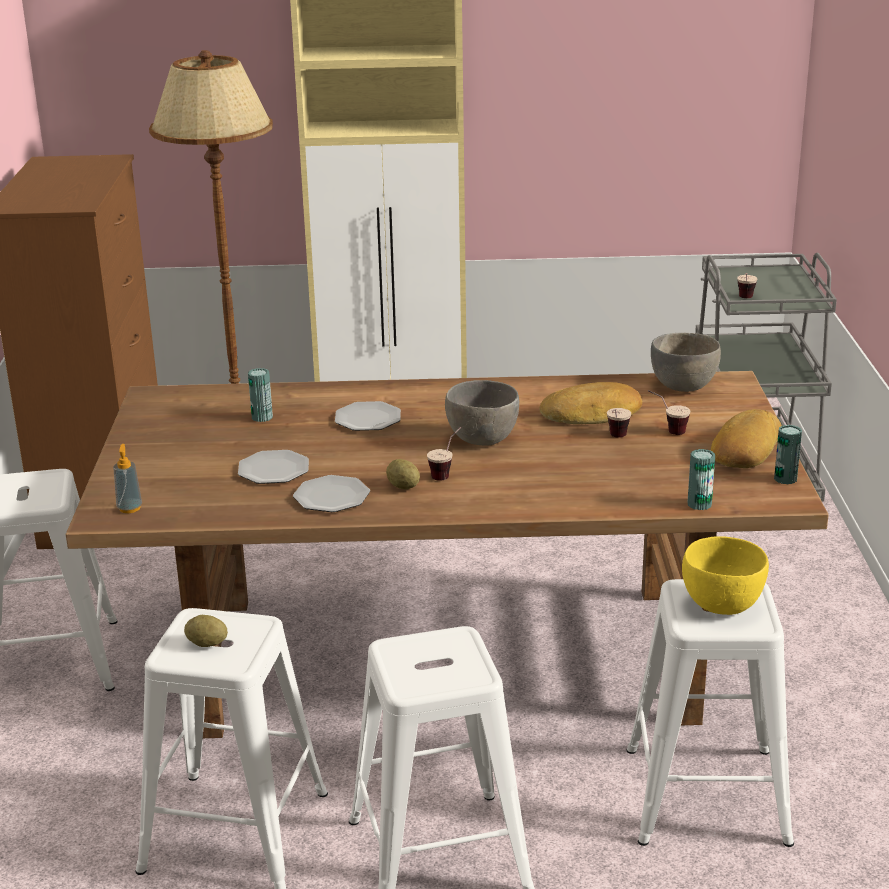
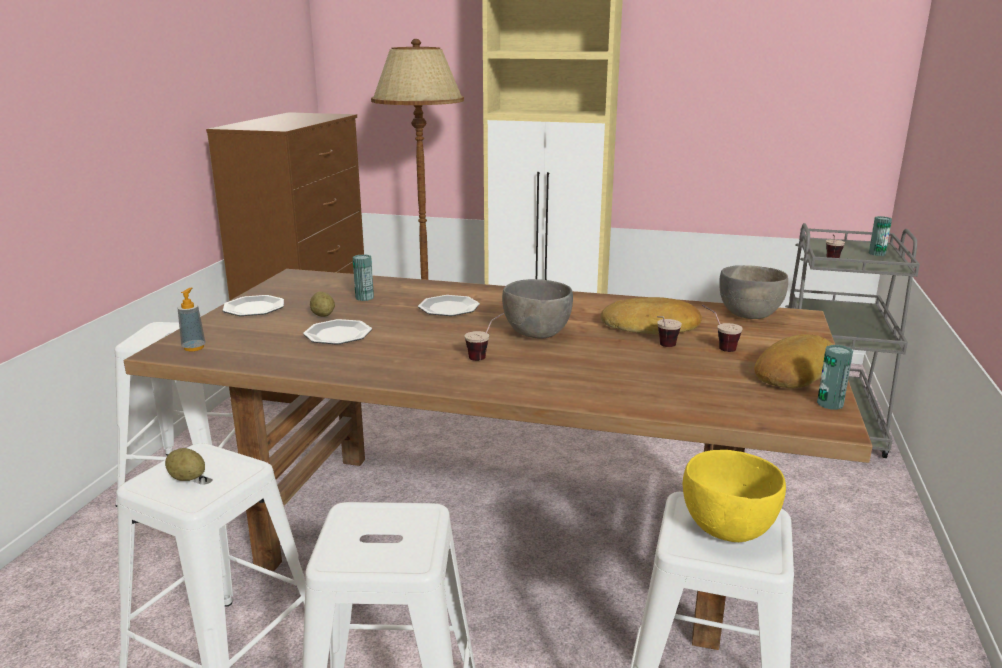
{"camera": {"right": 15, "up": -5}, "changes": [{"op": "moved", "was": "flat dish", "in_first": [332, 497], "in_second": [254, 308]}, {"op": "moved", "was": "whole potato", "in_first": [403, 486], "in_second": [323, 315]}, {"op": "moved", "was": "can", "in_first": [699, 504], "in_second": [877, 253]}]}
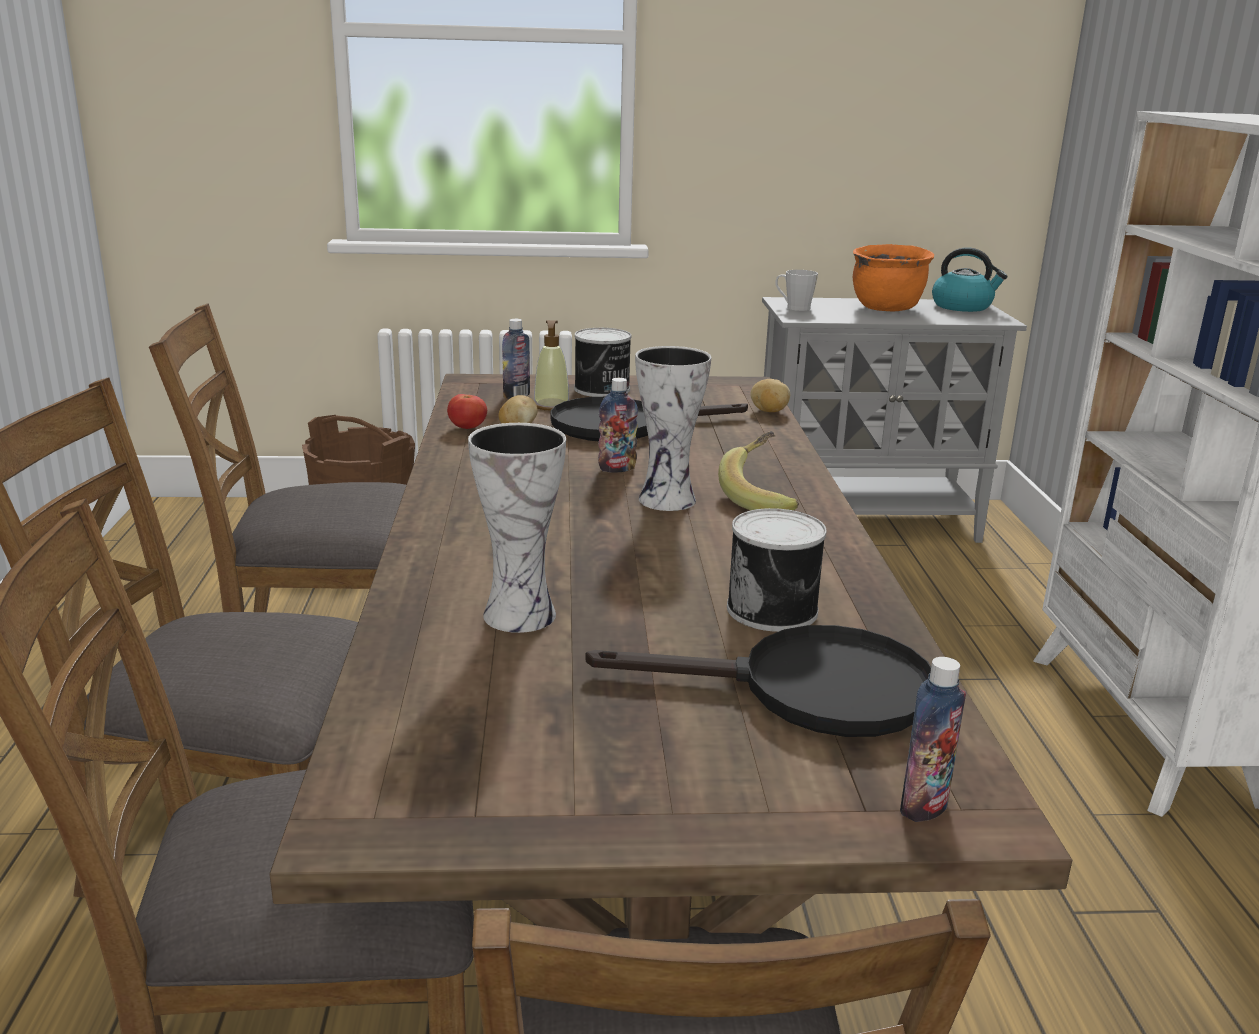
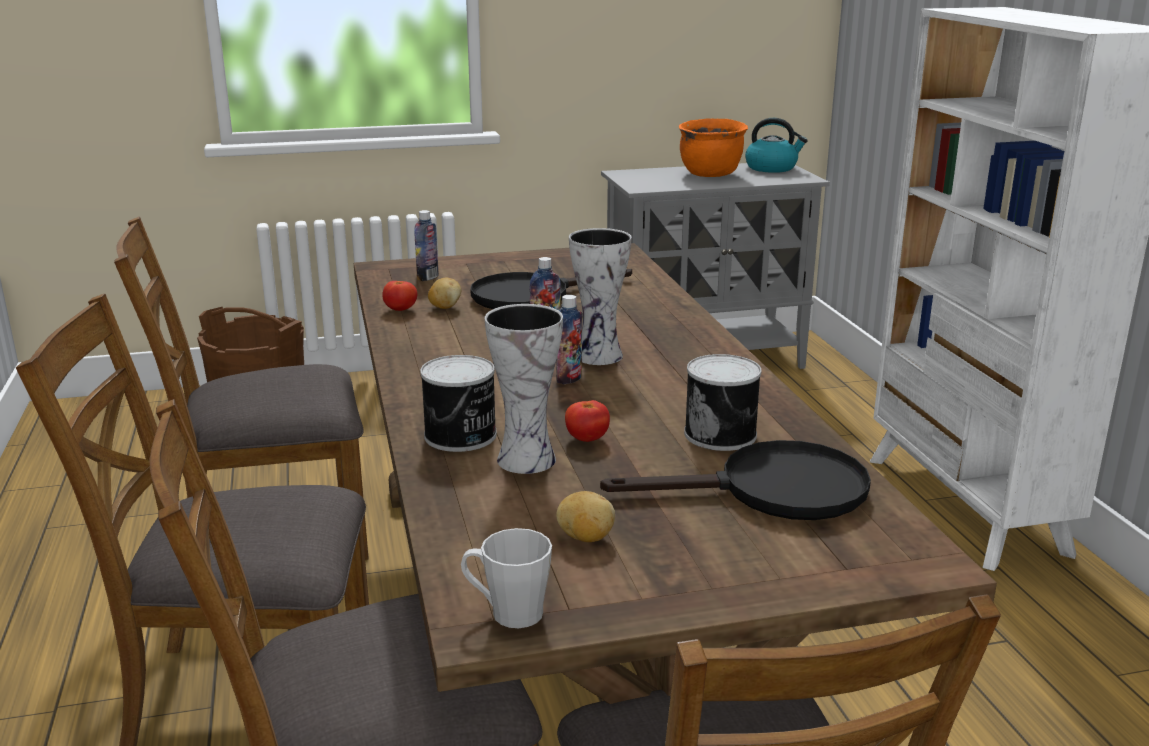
{"camera": {"right": -10, "up": 0}, "changes": [{"op": "removed", "was": "soap bottle", "in_first": [551, 406]}, {"op": "removed", "was": "banana fruit", "in_first": [764, 497]}, {"op": "added", "now": "whole tomato", "in_second": [587, 439]}, {"op": "moved", "was": "can", "in_first": [602, 389], "in_second": [461, 436]}, {"op": "moved", "was": "whole potato", "in_first": [768, 411], "in_second": [585, 538]}, {"op": "moved", "was": "grey coffee mug", "in_first": [794, 307], "in_second": [507, 612]}, {"op": "moved", "was": "bottle", "in_first": [924, 806], "in_second": [569, 378]}]}
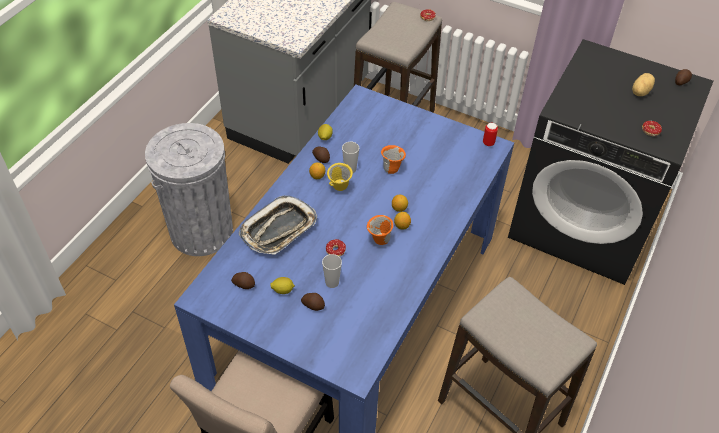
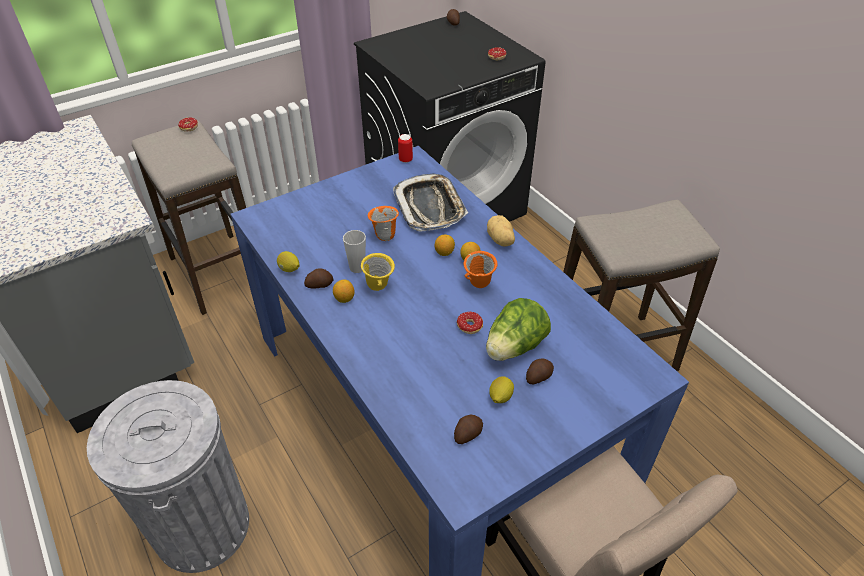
{"camera": {"right": -60, "up": -5}, "changes": [{"op": "moved", "was": "serving tray", "in_first": [279, 229], "in_second": [430, 207]}, {"op": "moved", "was": "whole potato", "in_first": [639, 91], "in_second": [500, 240]}, {"op": "replaced", "was": "cup", "now": "head of lettuce", "in_first": [332, 282], "in_second": [514, 347]}]}
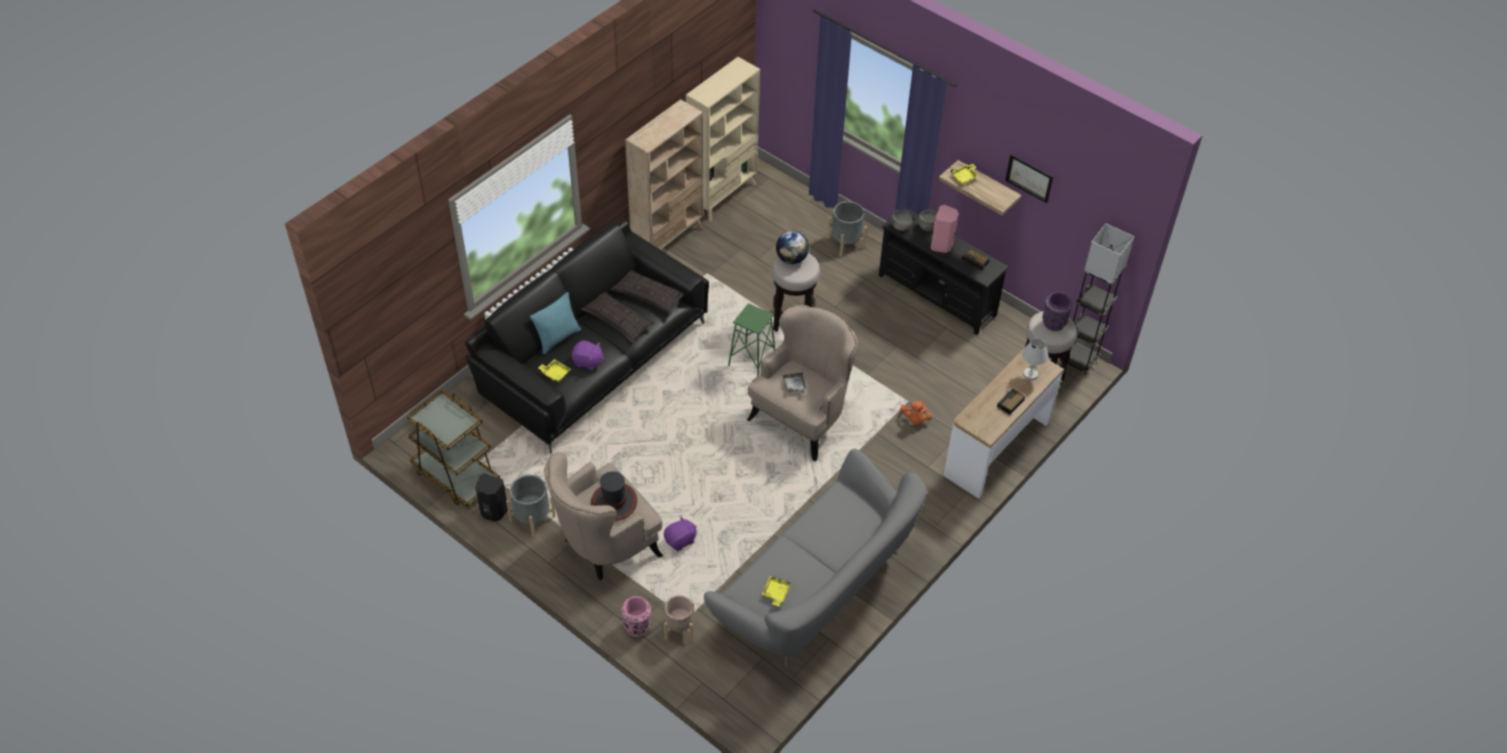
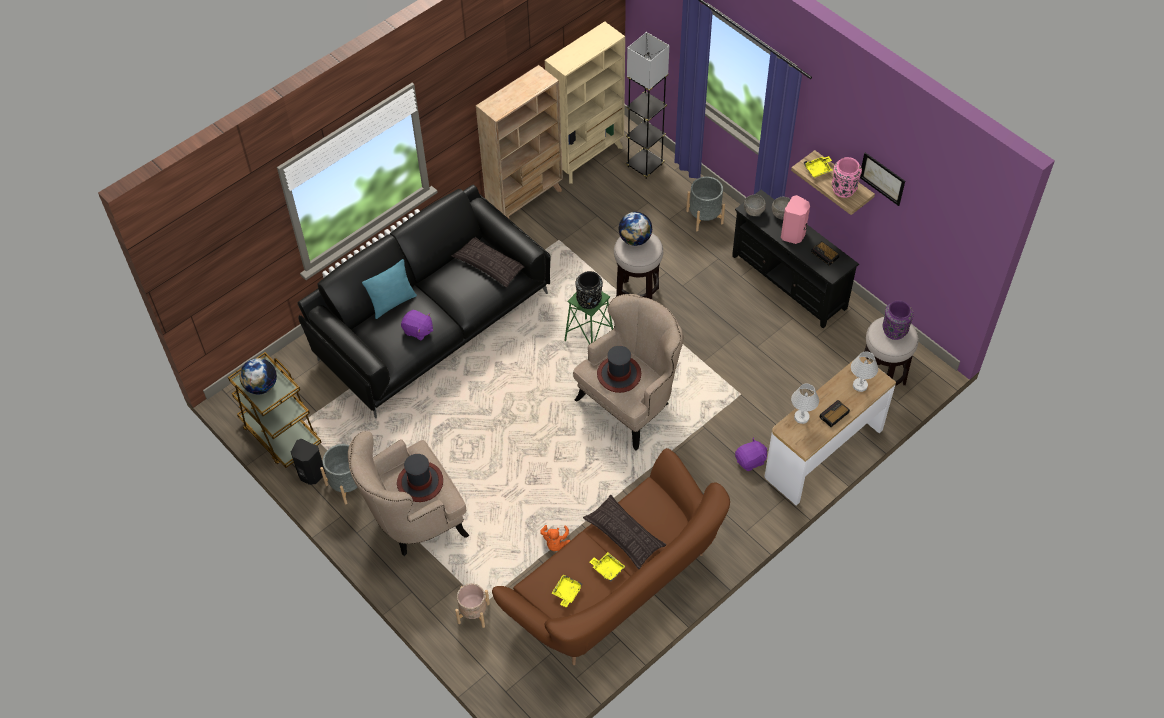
{"camera": {"right": 10, "up": 5}, "changes": [{"op": "added", "now": "globe", "in_second": [261, 386]}, {"op": "added", "now": "blackish flower vase", "in_second": [589, 300]}, {"op": "added", "now": "white-coloured lamp for a table", "in_second": [802, 417]}, {"op": "moved", "was": "yellow-coloured serving tray", "in_first": [555, 373], "in_second": [607, 568]}, {"op": "moved", "was": "pillow", "in_first": [617, 320], "in_second": [624, 534]}, {"op": "moved", "was": "pink-coloured flower vase", "in_first": [637, 626], "in_second": [843, 189]}, {"op": "moved", "was": "purplish cuddly toy", "in_first": [680, 540], "in_second": [750, 461]}, {"op": "moved", "was": "orangey cuddly toy", "in_first": [914, 419], "in_second": [556, 543]}, {"op": "moved", "was": "grey floor lamp", "in_first": [1079, 361], "in_second": [644, 165]}, {"op": "replaced", "was": "grey serving tray", "now": "hat", "in_first": [794, 386], "in_second": [619, 374]}, {"op": "recoloured", "was": "grey sofa", "now": "brown sofa", "in_first": [818, 590], "in_second": [617, 587]}]}
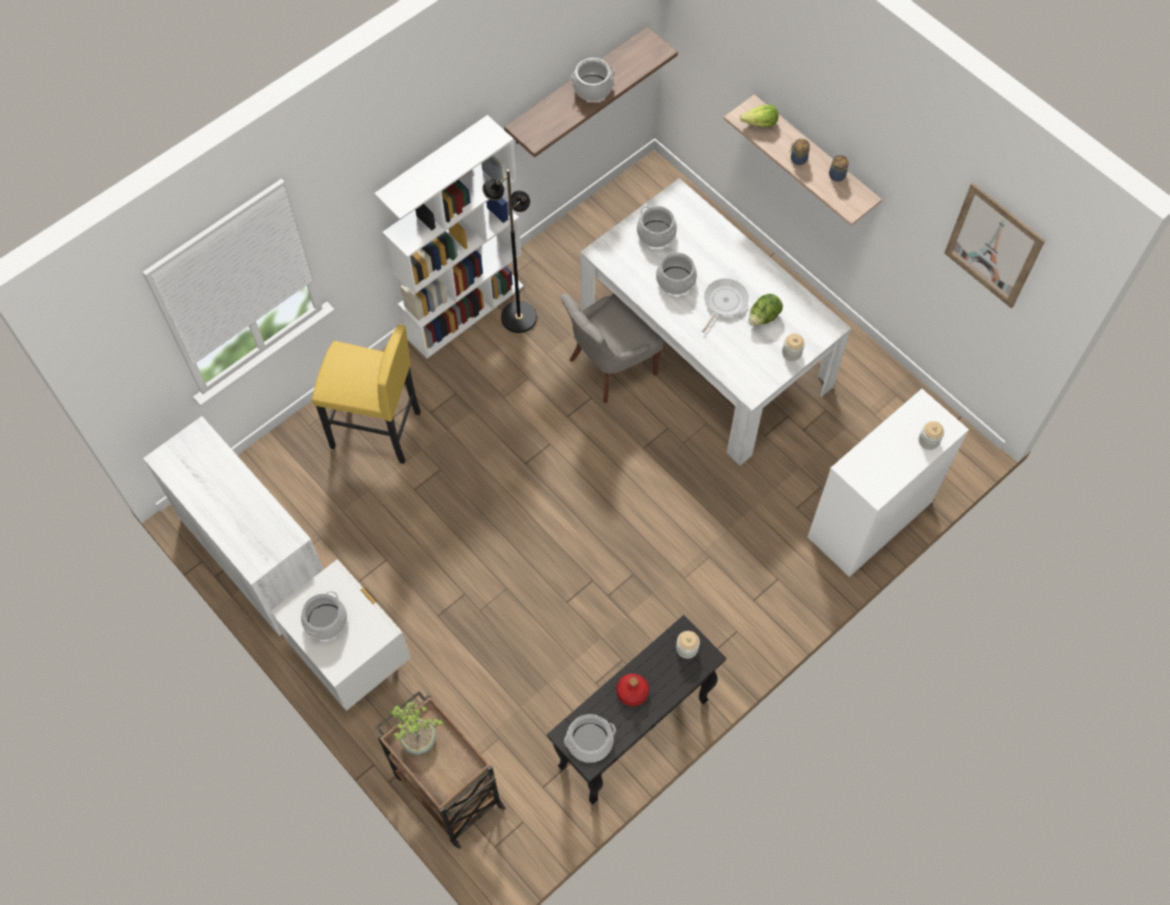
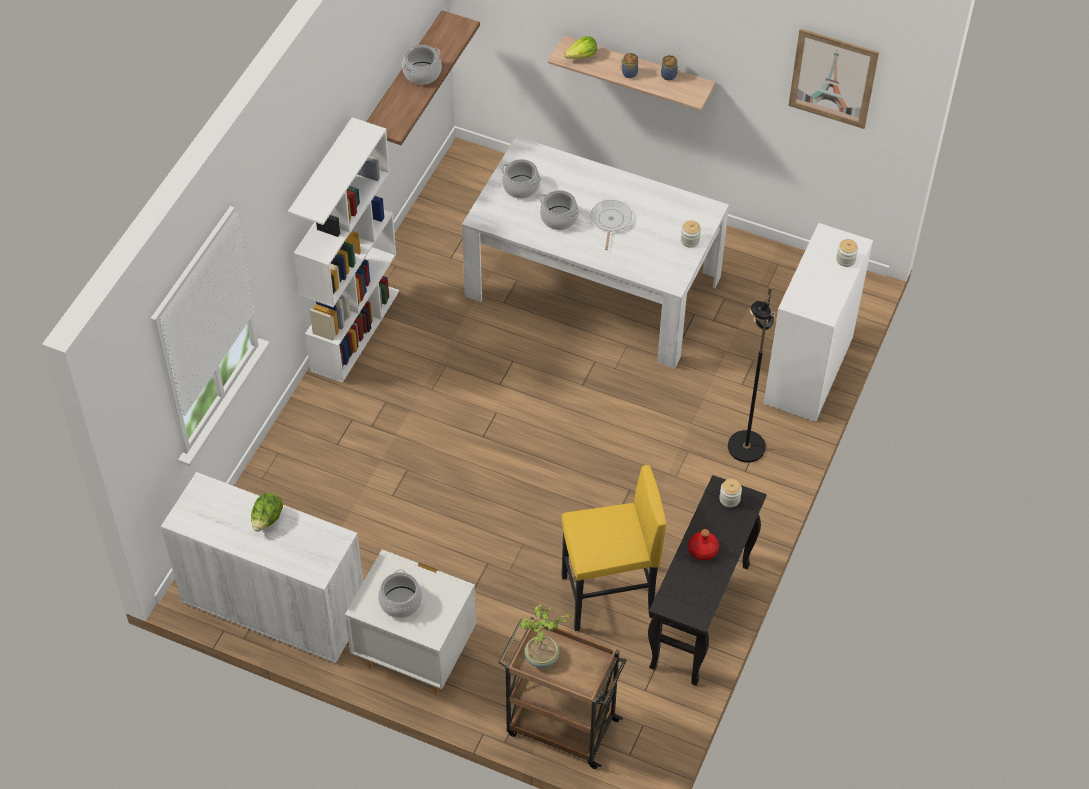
{"camera": {"right": -25, "up": -10}, "changes": [{"op": "removed", "was": "grey plain chair", "in_first": [610, 366]}, {"op": "removed", "was": "cooking pot", "in_first": [589, 742]}, {"op": "moved", "was": "yellow-coloured sitting stool", "in_first": [376, 430], "in_second": [608, 597]}, {"op": "moved", "was": "blackish floor lamp", "in_first": [518, 317], "in_second": [745, 447]}, {"op": "moved", "was": "head of lettuce", "in_first": [763, 317], "in_second": [267, 520]}]}
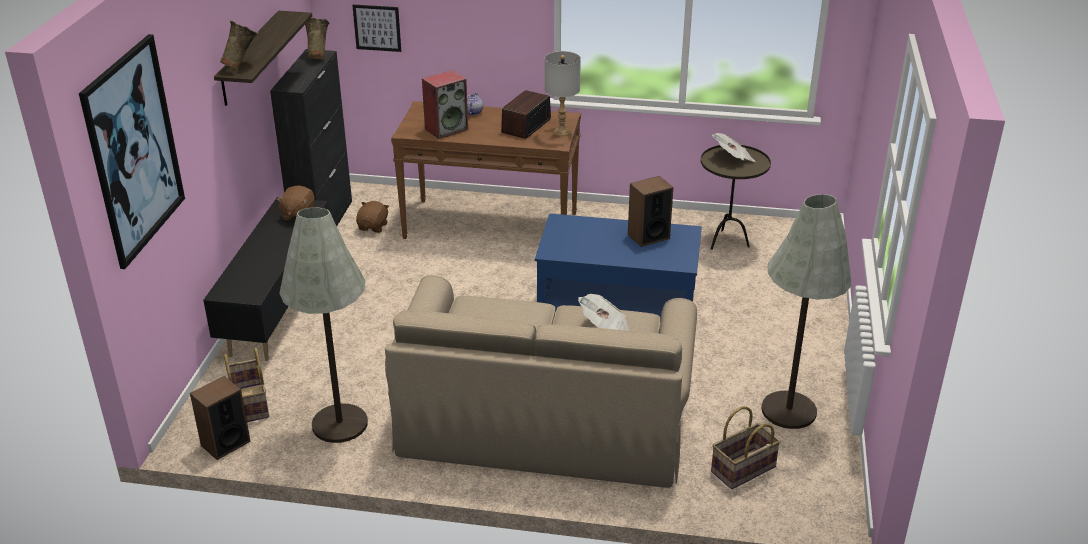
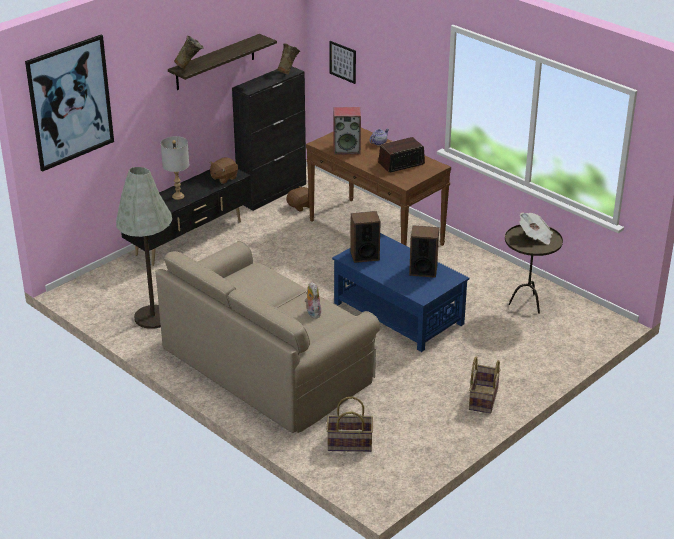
{"camera": {"right": 35, "up": 0}, "changes": [{"op": "removed", "was": "grey floor lamp", "in_first": [788, 410]}, {"op": "moved", "was": "audio speaker", "in_first": [225, 443], "in_second": [364, 256]}, {"op": "moved", "was": "household basket", "in_first": [249, 404], "in_second": [482, 398]}, {"op": "moved", "was": "grey lamp for a table", "in_first": [561, 132], "in_second": [178, 196]}, {"op": "replaced", "was": "newspaper", "now": "cuddly toy", "in_first": [605, 327], "in_second": [312, 313]}]}
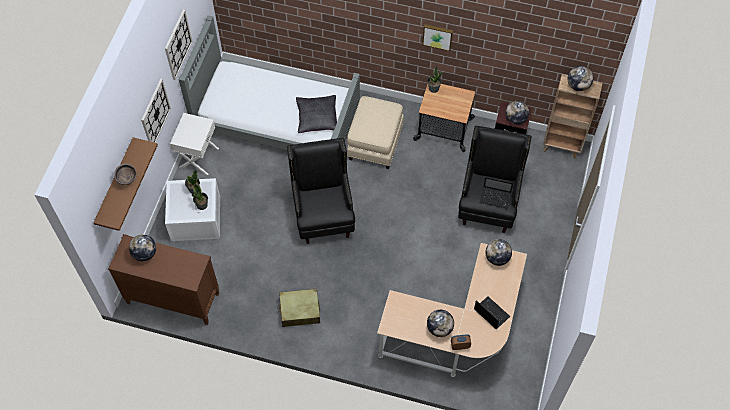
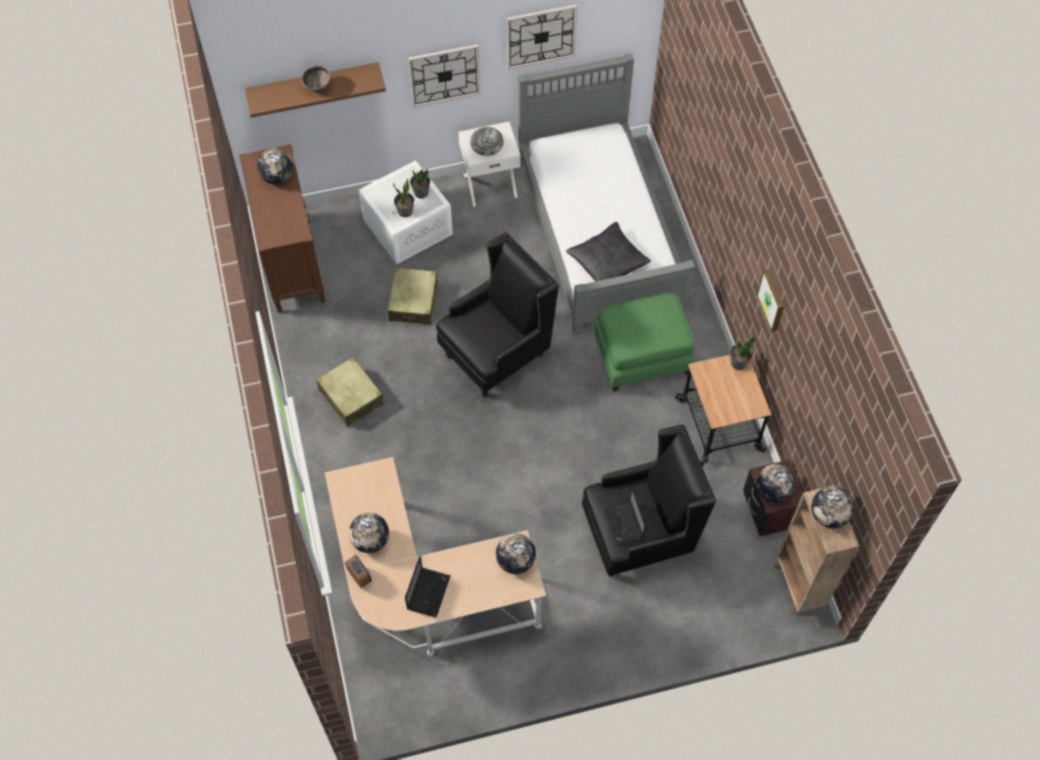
{"camera": {"right": 60, "up": 0}, "changes": [{"op": "added", "now": "beige travel case", "in_second": [413, 301]}, {"op": "added", "now": "serving bowl", "in_second": [486, 144]}, {"op": "recoloured", "was": "beige pouffe", "now": "green pouffe", "in_first": [374, 142], "in_second": [642, 355]}]}
